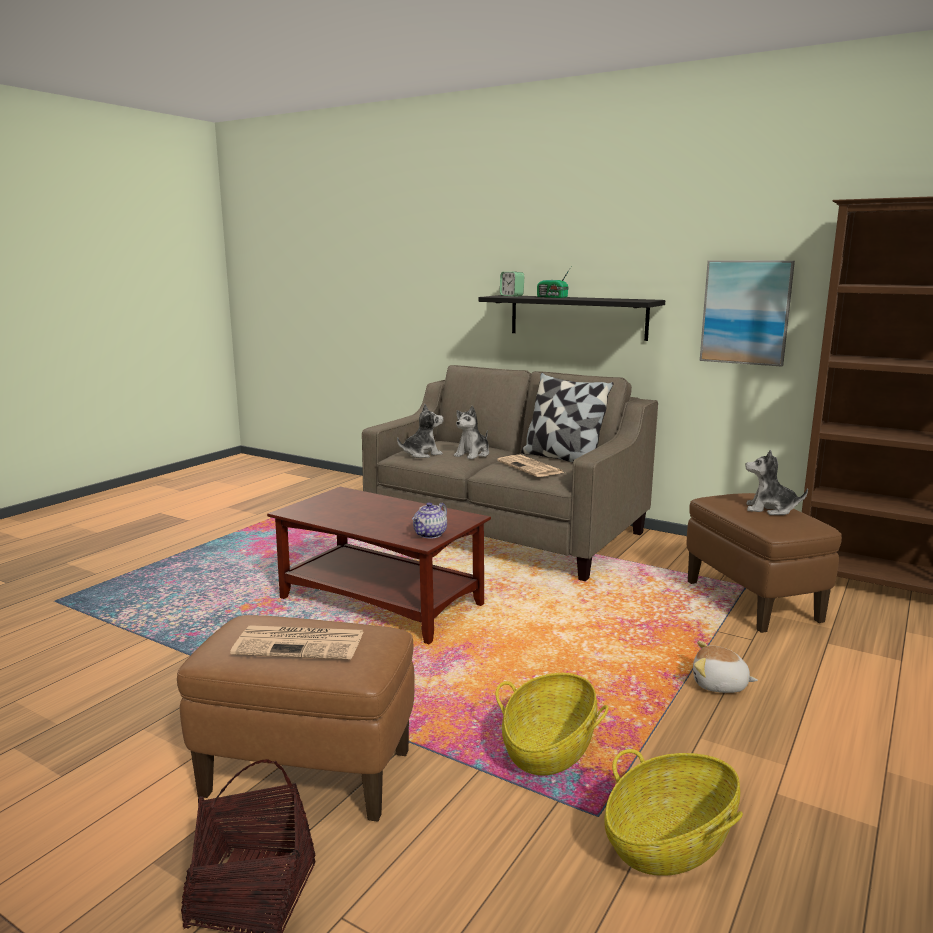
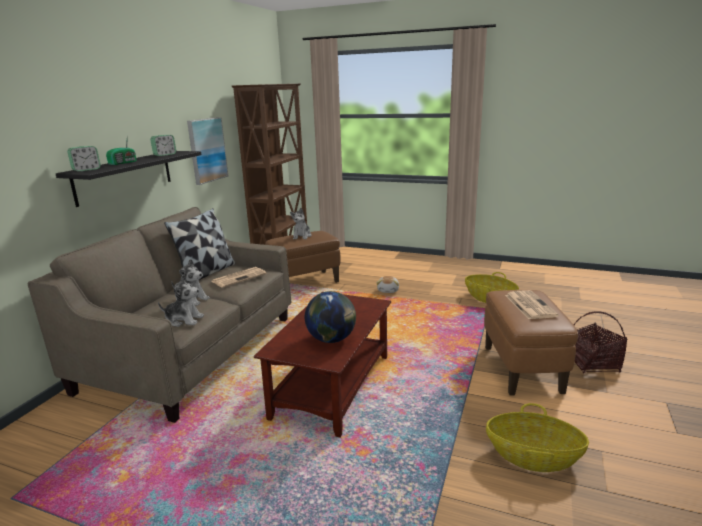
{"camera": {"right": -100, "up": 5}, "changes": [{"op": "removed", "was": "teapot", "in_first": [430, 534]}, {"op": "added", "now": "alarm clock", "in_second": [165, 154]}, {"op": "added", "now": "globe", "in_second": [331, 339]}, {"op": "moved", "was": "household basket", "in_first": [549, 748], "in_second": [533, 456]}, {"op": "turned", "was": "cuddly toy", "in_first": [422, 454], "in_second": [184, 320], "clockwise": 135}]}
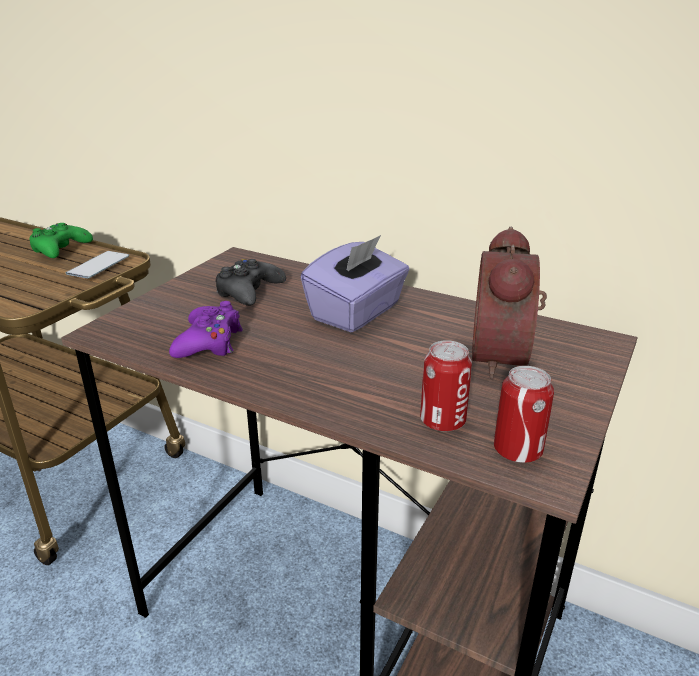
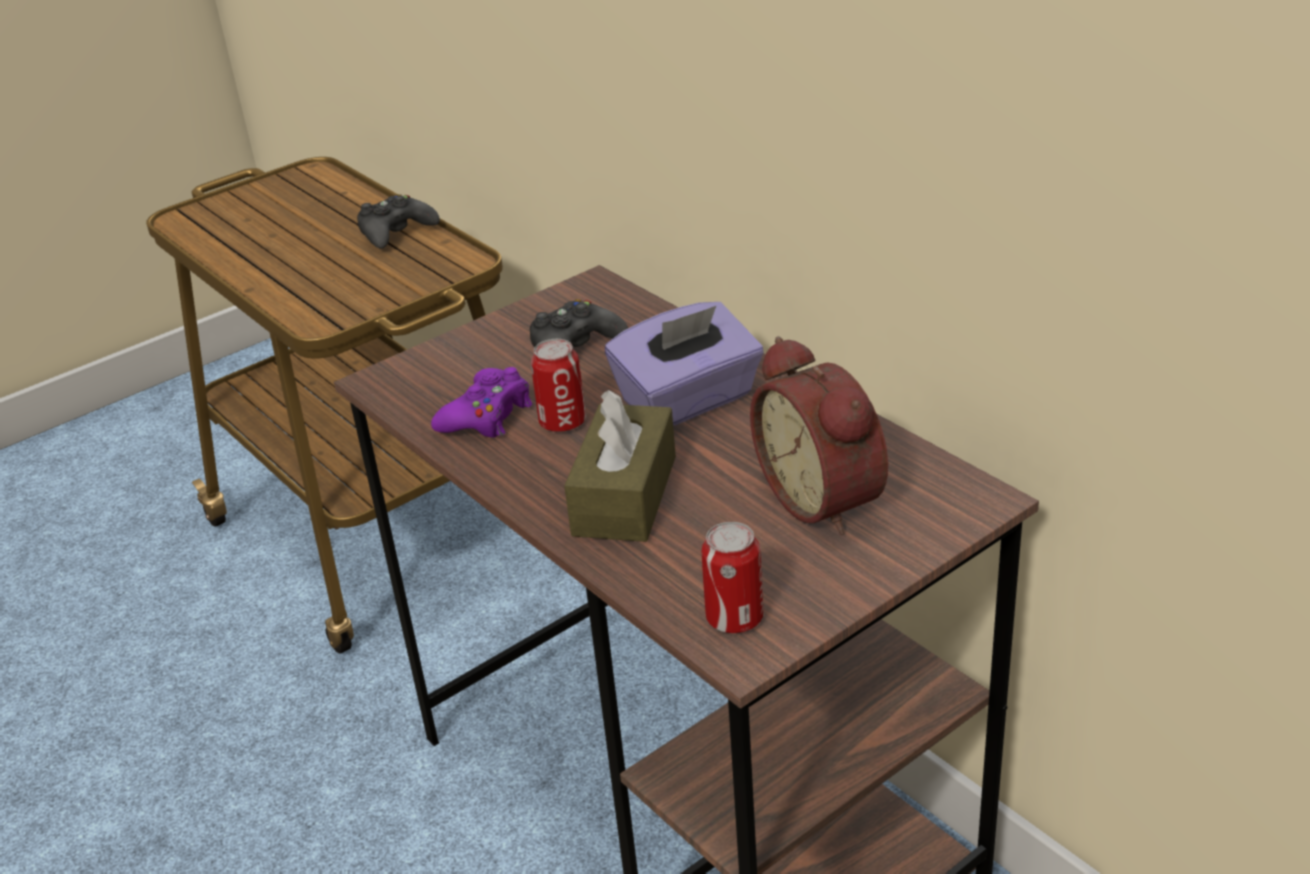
{"camera": {"right": 25, "up": 5}, "changes": [{"op": "removed", "was": "handset", "in_first": [98, 265]}, {"op": "added", "now": "brown tissue holder", "in_second": [625, 495]}, {"op": "moved", "was": "can", "in_first": [442, 421], "in_second": [562, 422]}, {"op": "recoloured", "was": "green joypad", "now": "blackish joypad", "in_first": [60, 249], "in_second": [396, 232]}, {"op": "turned", "was": "alarm clock", "in_first": [505, 357], "in_second": [826, 498], "clockwise": -60}]}
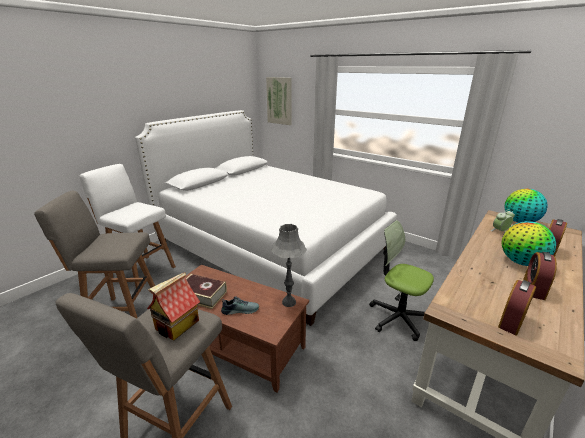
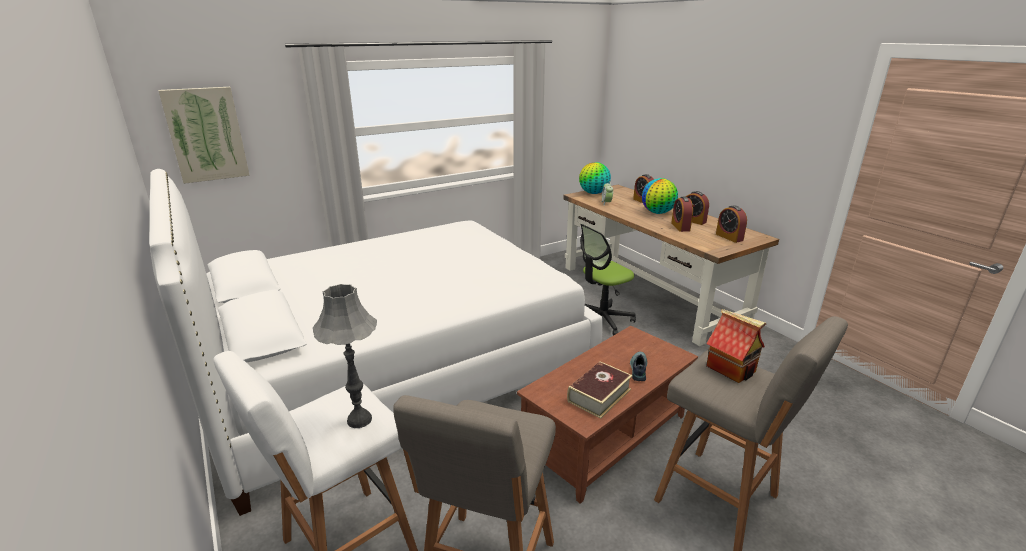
{"camera": {"right": -70, "up": 0}, "changes": [{"op": "added", "now": "alarm clock", "in_second": [680, 227]}, {"op": "moved", "was": "grey lamp for a table", "in_first": [289, 302], "in_second": [360, 420]}]}
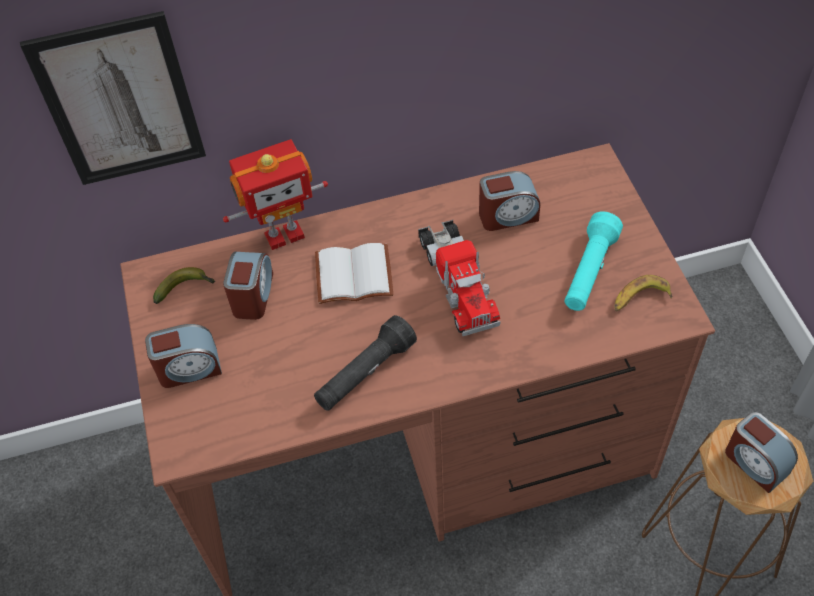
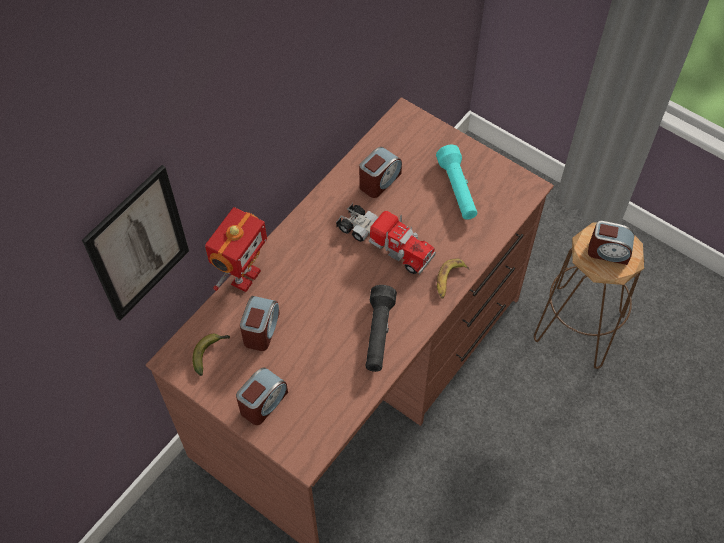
{"camera": {"right": -40, "up": 5}, "changes": [{"op": "removed", "was": "white-coloured book", "in_first": [355, 273]}, {"op": "moved", "was": "banana fruit", "in_first": [640, 299], "in_second": [449, 280]}, {"op": "turned", "was": "alarm clock", "in_first": [253, 295], "in_second": [261, 330], "clockwise": 45}]}
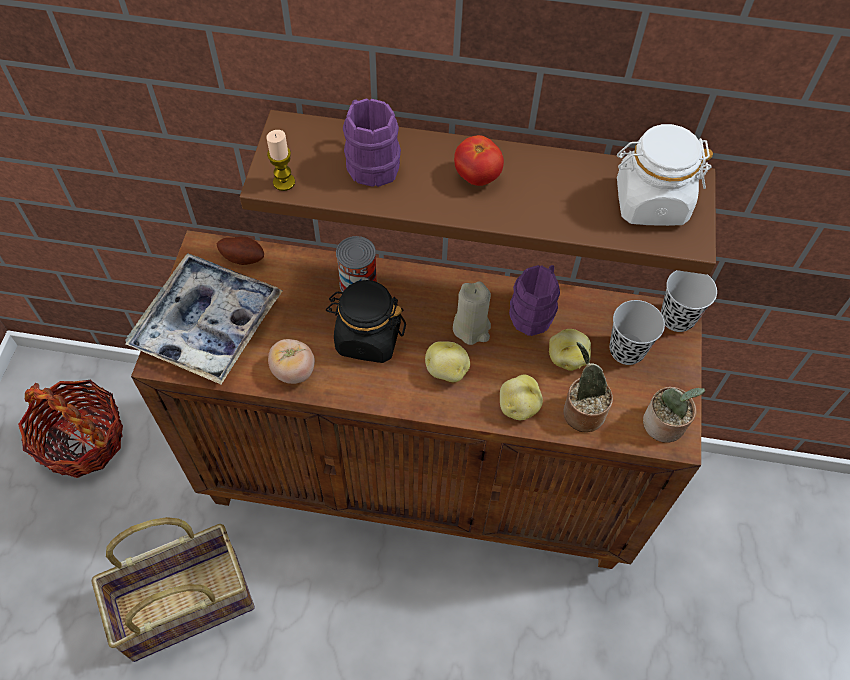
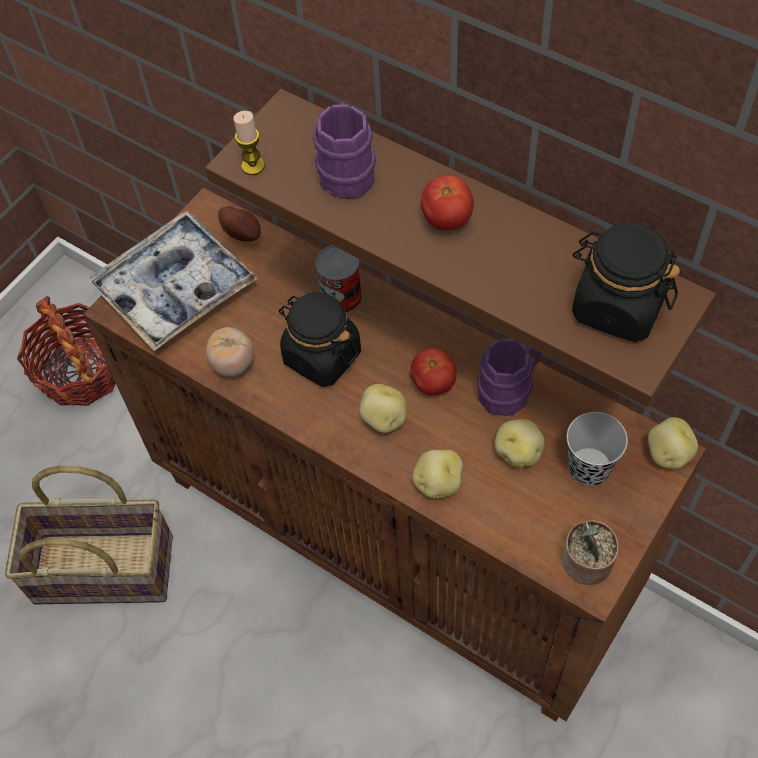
{"camera": {"right": 30, "up": 0}, "changes": [{"op": "removed", "was": "plant in a pot", "in_first": [581, 411]}, {"op": "replaced", "was": "beige candle", "now": "whole tomato", "in_first": [471, 328], "in_second": [433, 383]}, {"op": "replaced", "was": "blackish cup", "now": "whole potato", "in_first": [677, 318], "in_second": [667, 454]}, {"op": "recoloured", "was": "white-coloured jar", "now": "blackish jar", "in_first": [650, 202], "in_second": [617, 306]}]}
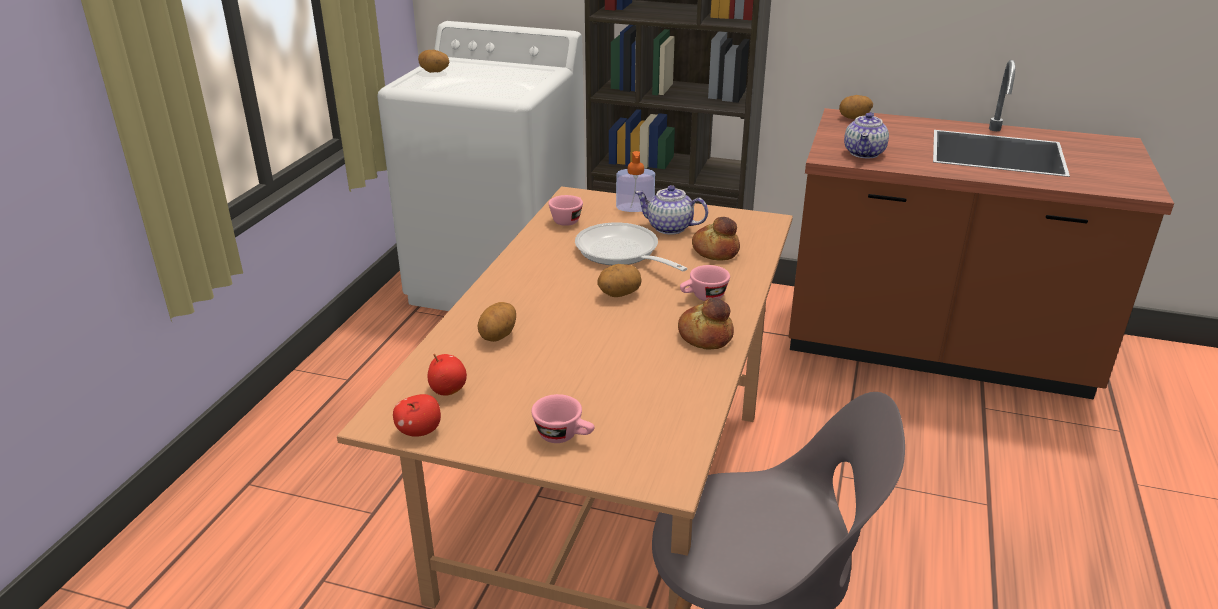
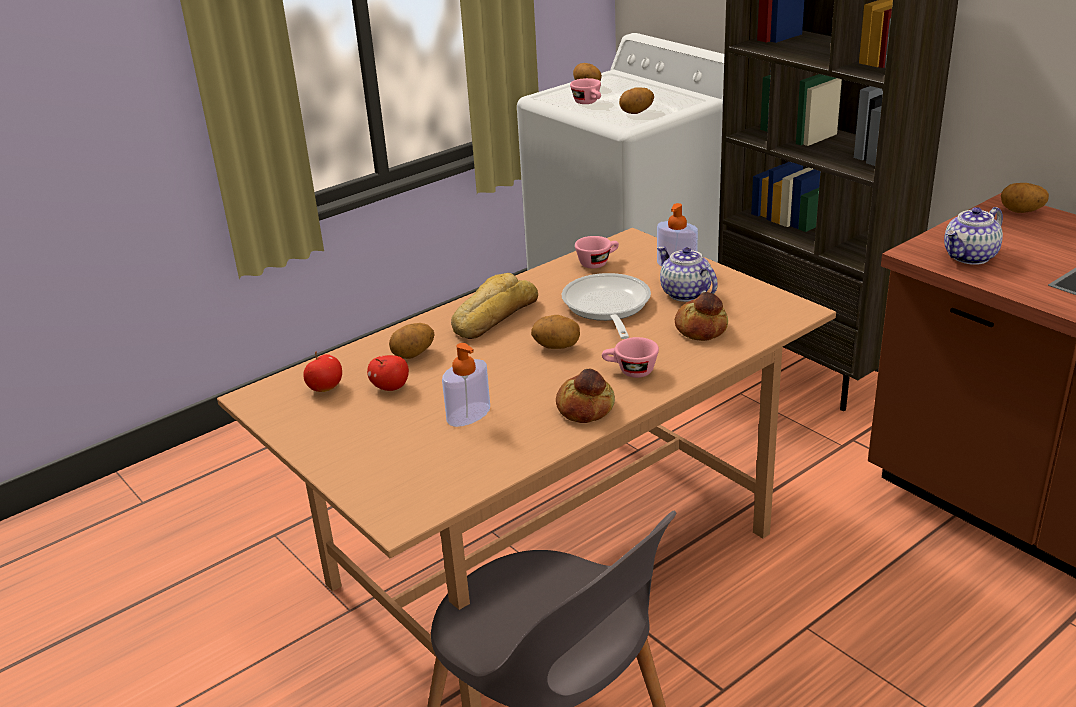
{"camera": {"right": 35, "up": 0}, "changes": [{"op": "added", "now": "soap bottle", "in_second": [468, 414]}, {"op": "added", "now": "bakery bread", "in_second": [493, 316]}, {"op": "added", "now": "whole potato", "in_second": [637, 112]}, {"op": "moved", "was": "apple", "in_first": [419, 431], "in_second": [391, 387]}, {"op": "moved", "was": "pink-coloured cup", "in_first": [564, 436], "in_second": [589, 103]}]}
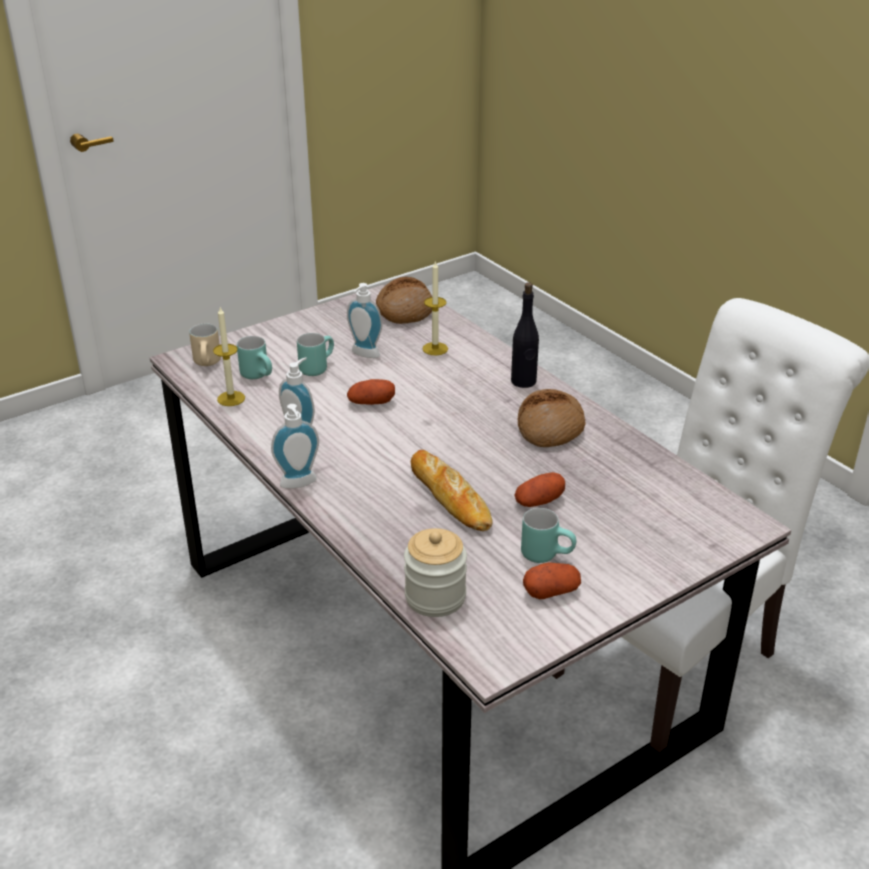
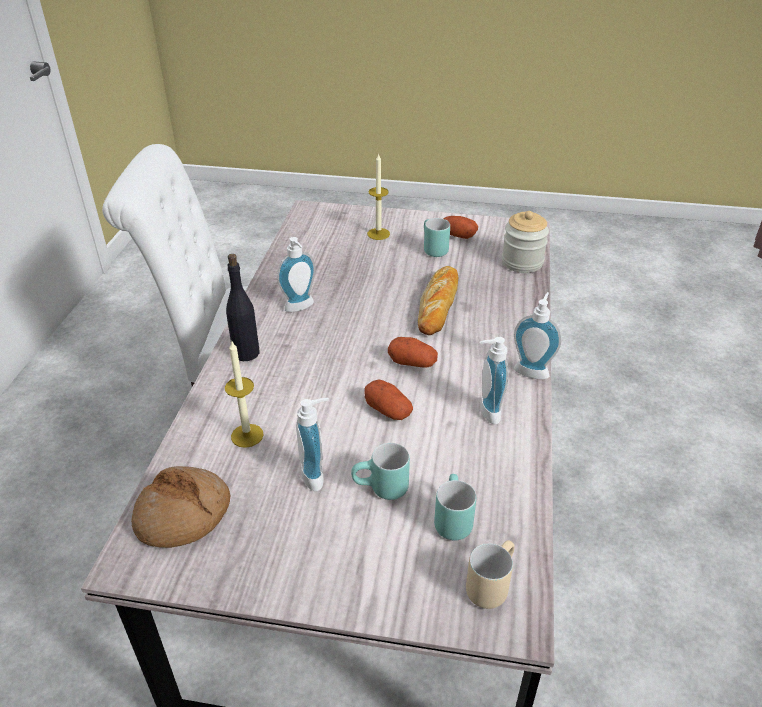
{"camera": {"right": -135, "up": 5}, "changes": [{"op": "moved", "was": "candle", "in_first": [231, 398], "in_second": [378, 234]}, {"op": "moved", "was": "whole potato", "in_first": [539, 501], "in_second": [412, 362]}, {"op": "replaced", "was": "bakery bread", "now": "soap bottle", "in_first": [550, 428], "in_second": [301, 308]}]}
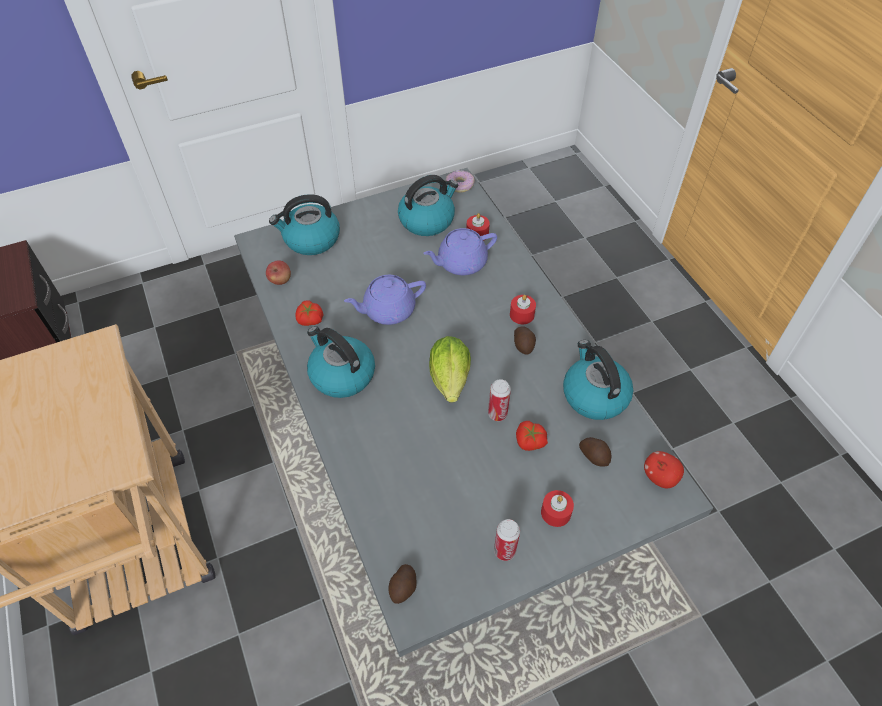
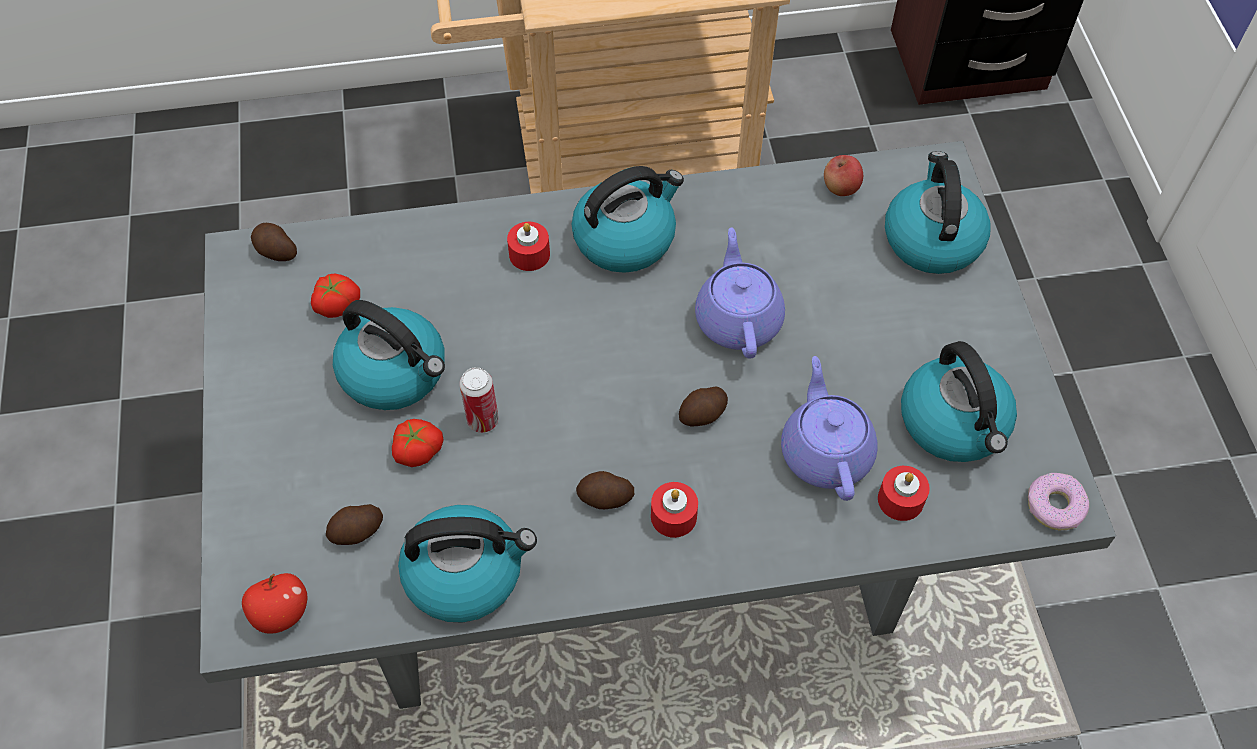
{"camera": {"right": 105, "up": 5}, "changes": [{"op": "removed", "was": "head of lettuce", "in_first": [450, 383]}, {"op": "removed", "was": "can", "in_first": [504, 551]}, {"op": "added", "now": "tea kettle", "in_second": [395, 372]}, {"op": "added", "now": "whole potato", "in_second": [704, 414]}, {"op": "moved", "was": "whole tomato", "in_first": [309, 320], "in_second": [336, 303]}, {"op": "moved", "was": "red-coloured candle", "in_first": [555, 512], "in_second": [529, 254]}]}
